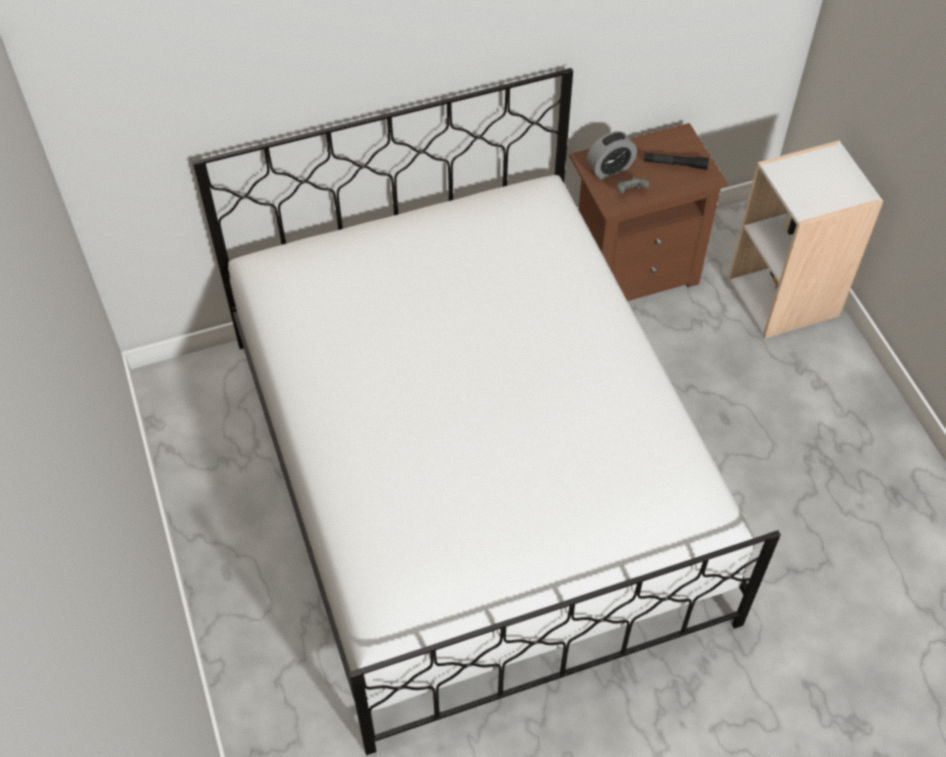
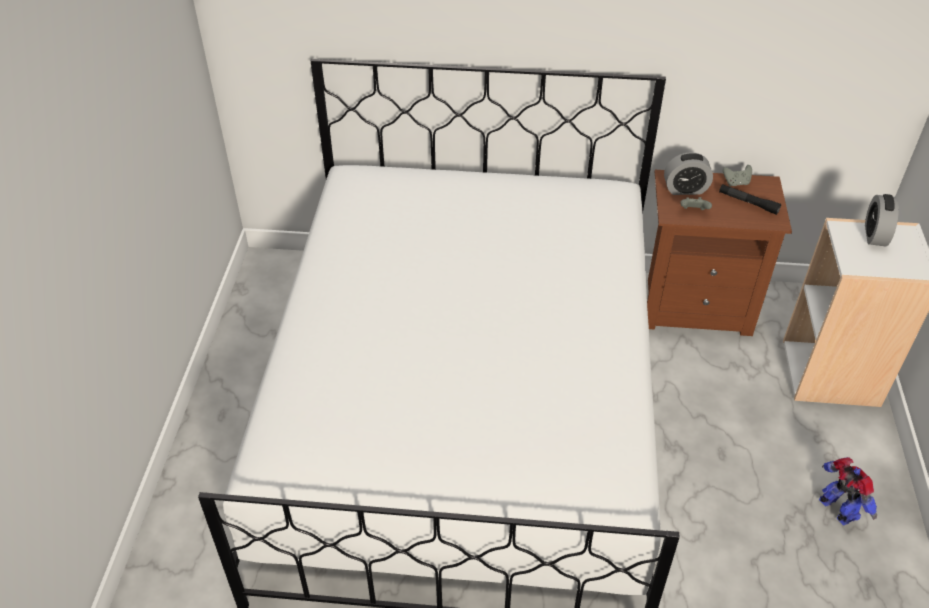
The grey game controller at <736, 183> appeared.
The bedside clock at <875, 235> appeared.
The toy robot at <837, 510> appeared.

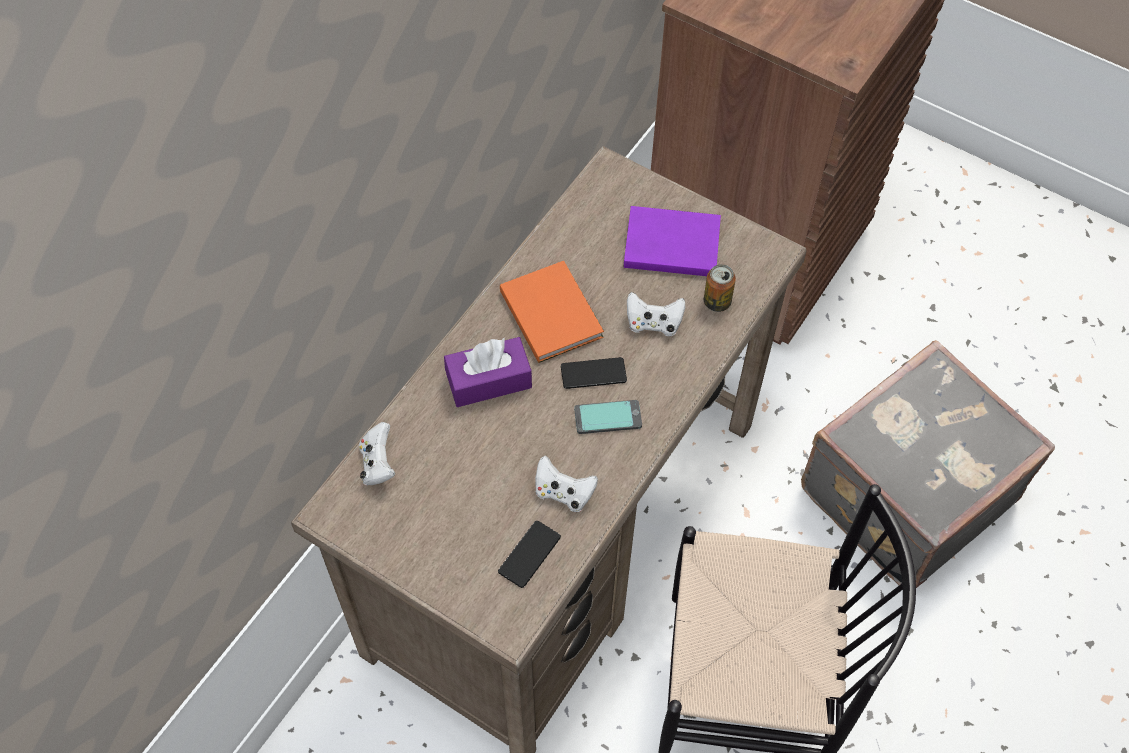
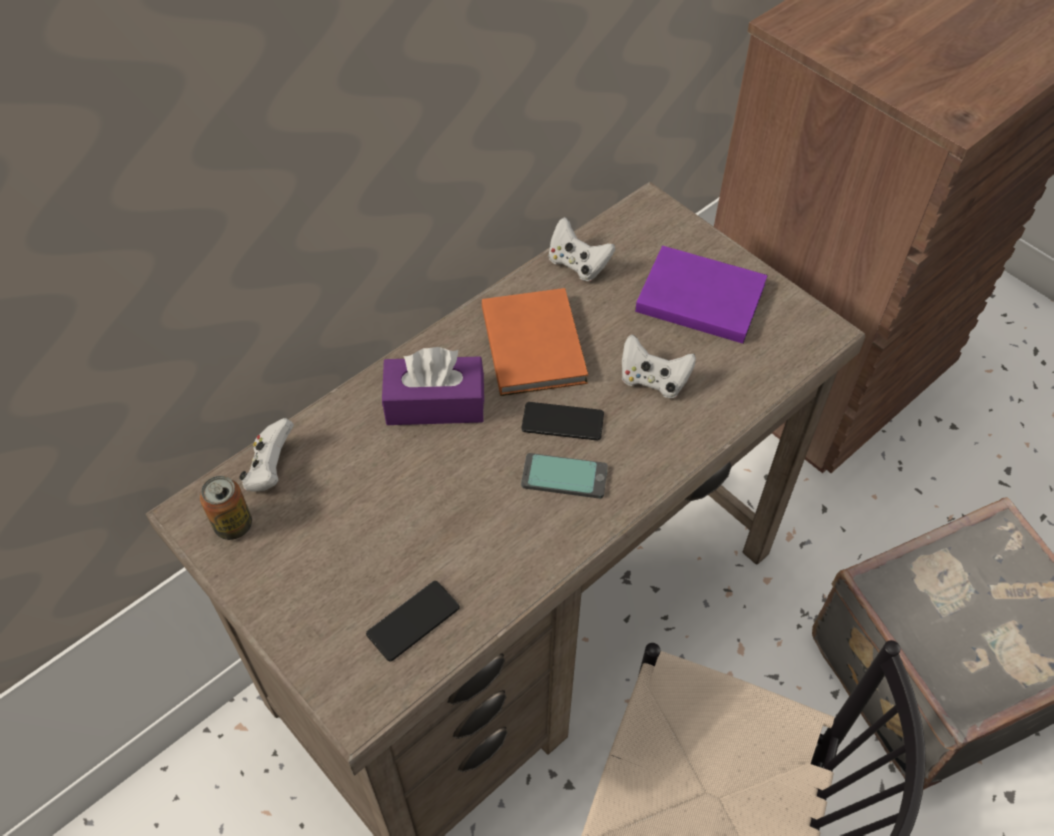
The metal can moved from <717, 302> to <233, 525>.
The white game controller moved from <563, 493> to <577, 264>.

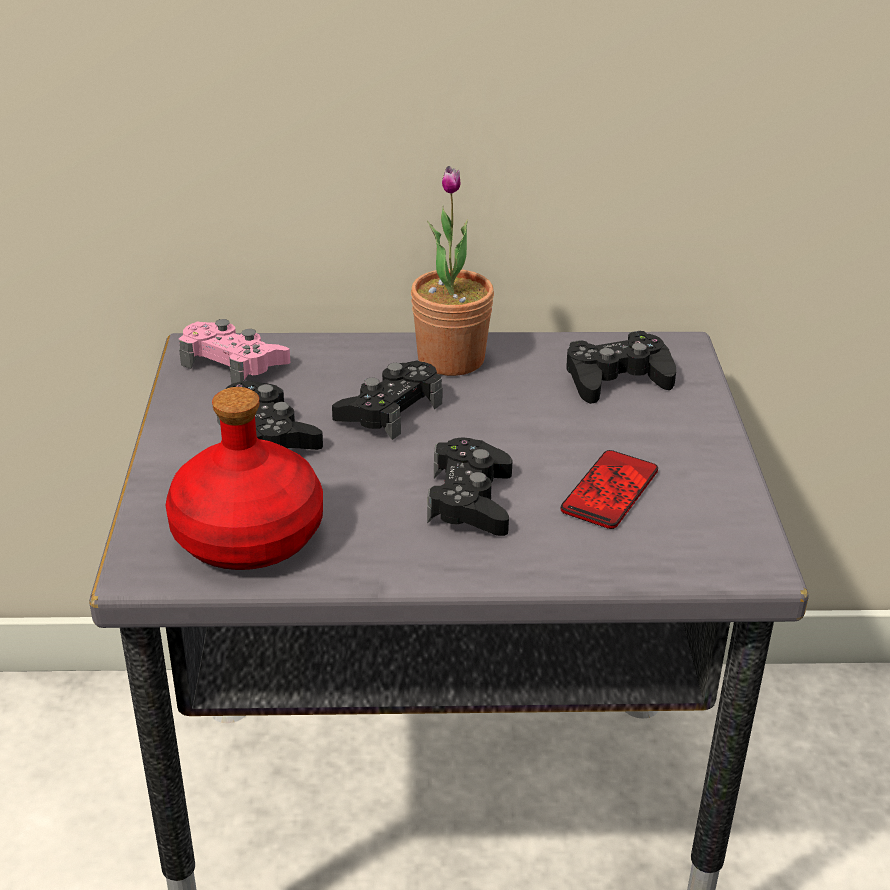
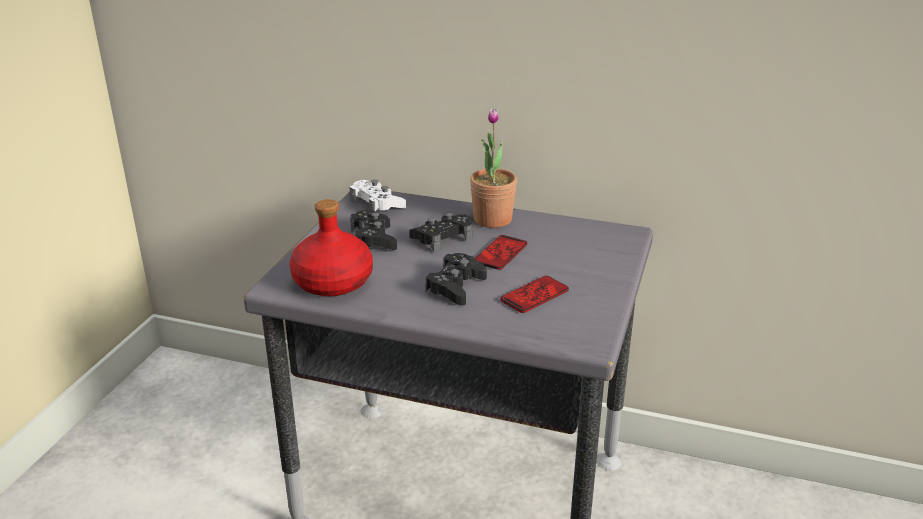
The pink game controller at <234, 363> became the white game controller at <377, 204>.
The blackish game controller at <616, 379> disappeared.
The handset at <500, 253> appeared.

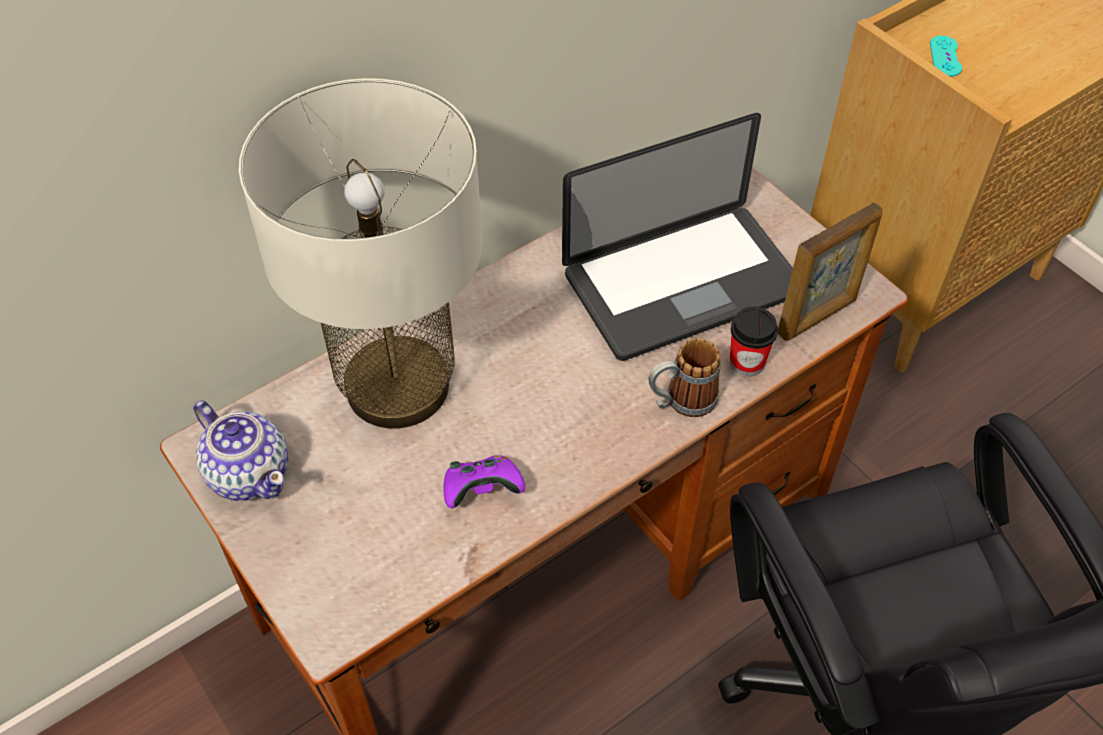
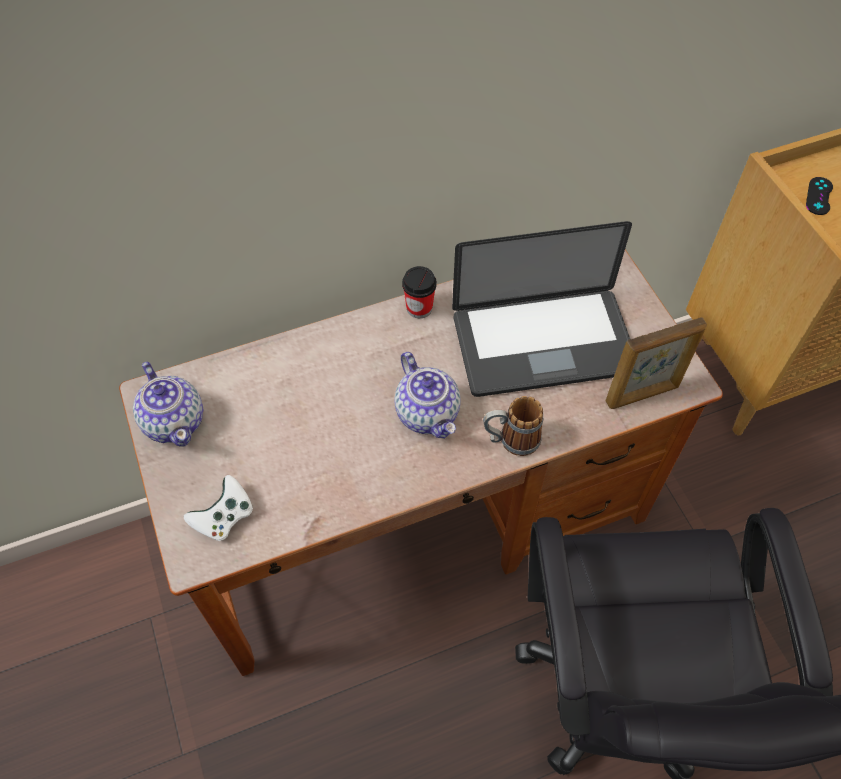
The blue-green game controller at <945, 56> became the blackish game controller at <819, 196>.
The tabletop lamp at <397, 386> disappeared.
The small cup moved from <747, 362> to <419, 308>.
The purple game controller at <482, 491> disappeared.
The pot for tea at <428, 413> appeared.
The white game controller at <224, 517> appeared.

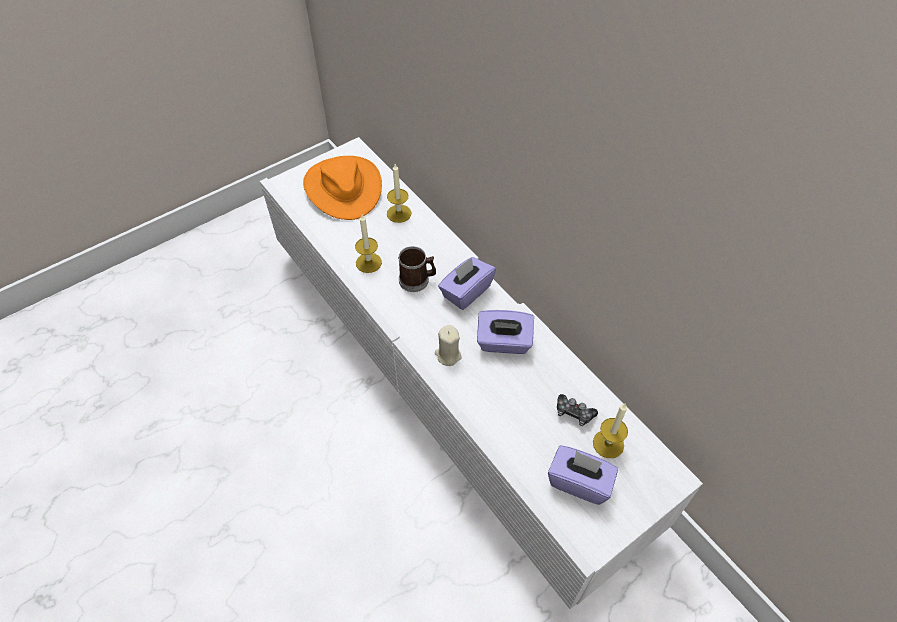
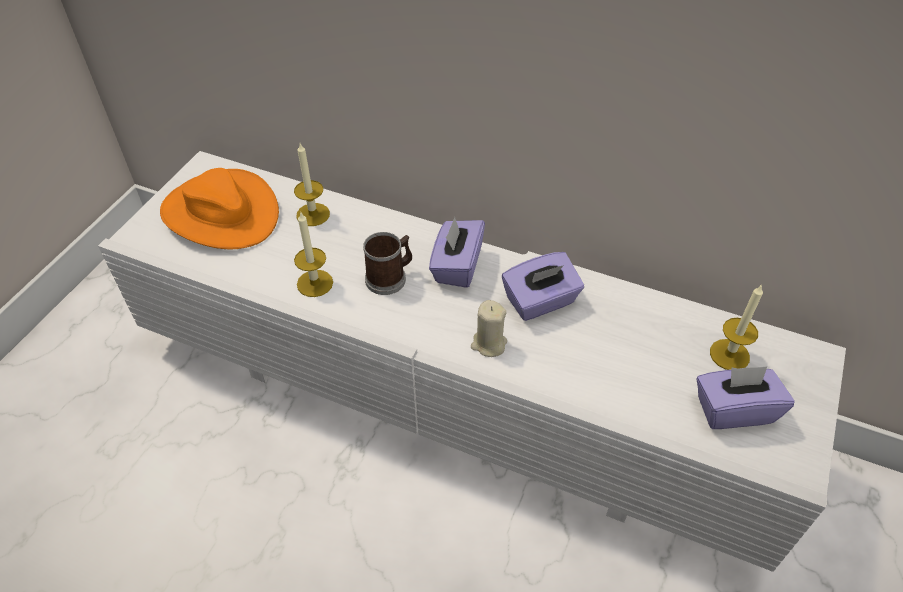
The game controller at <574, 413> disappeared.

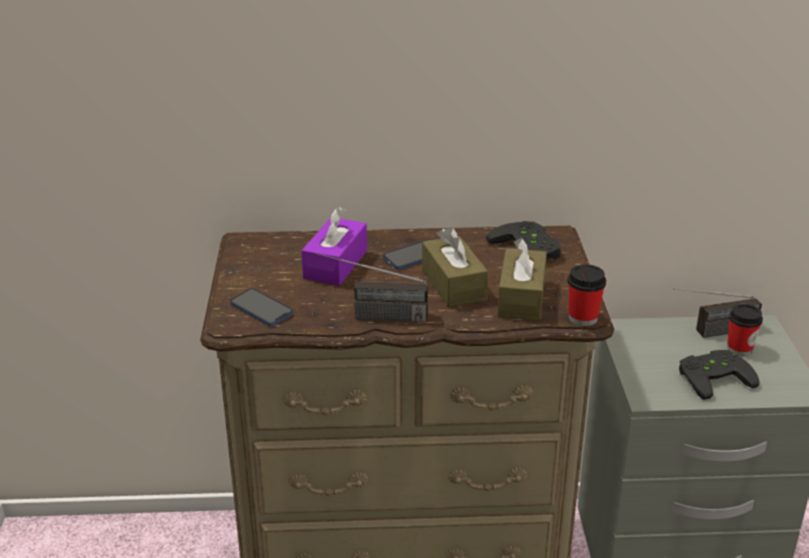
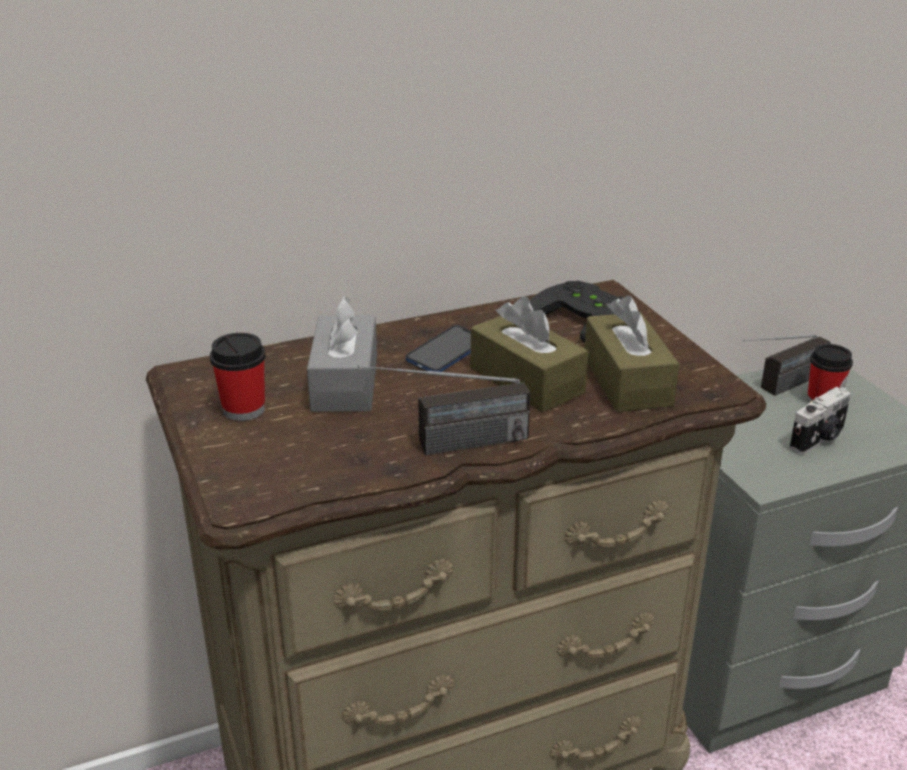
The purple box of tissues at <335, 264> became the grey box of tissues at <345, 382>.
The small cup moved from <582, 318> to <244, 409>.
The handset at <261, 309> disappeared.
The blackish game controller at <713, 376> was replaced by the photo camera at <818, 440>.

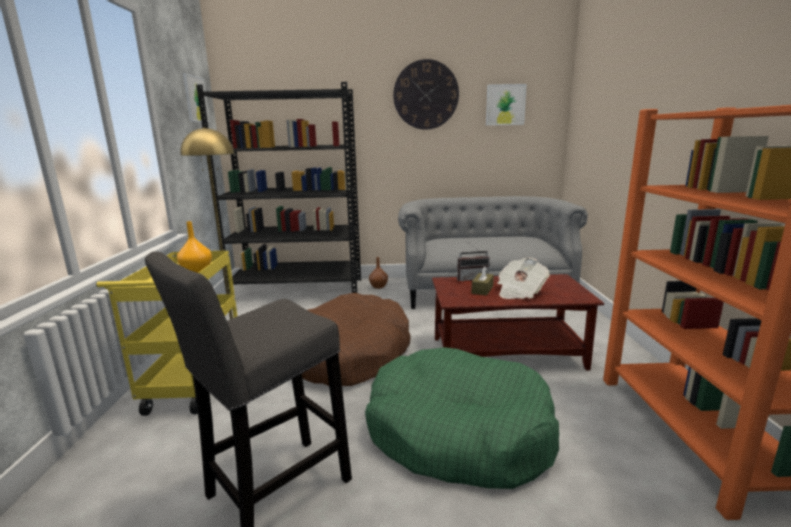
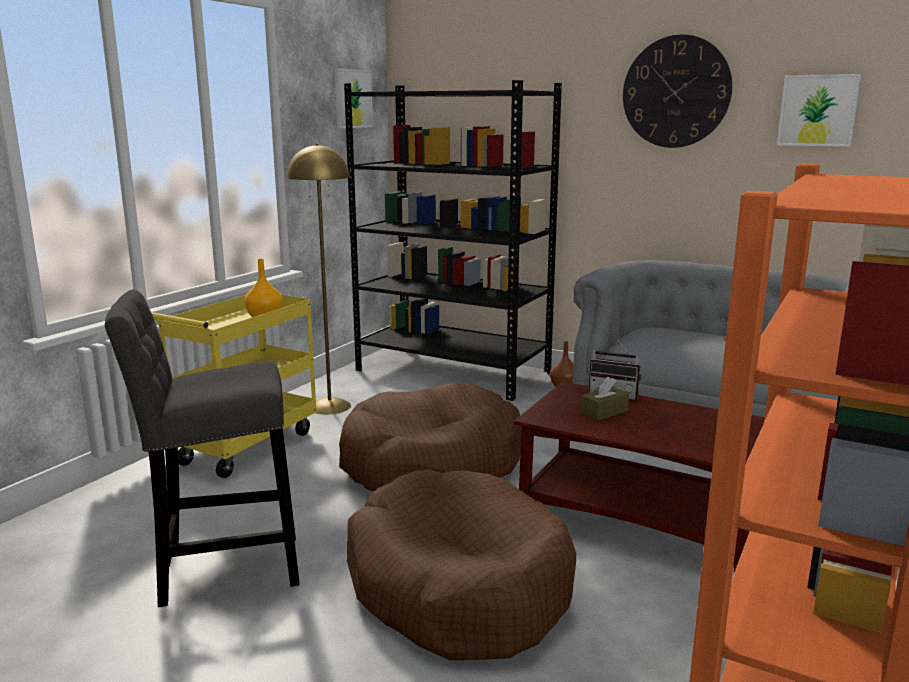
The newspaper at <519, 292> disappeared.
The green dog cushion at <458, 432> became the brown dog cushion at <457, 586>.

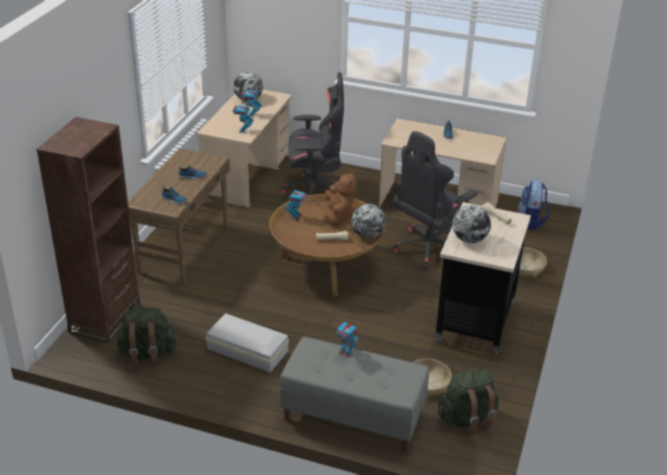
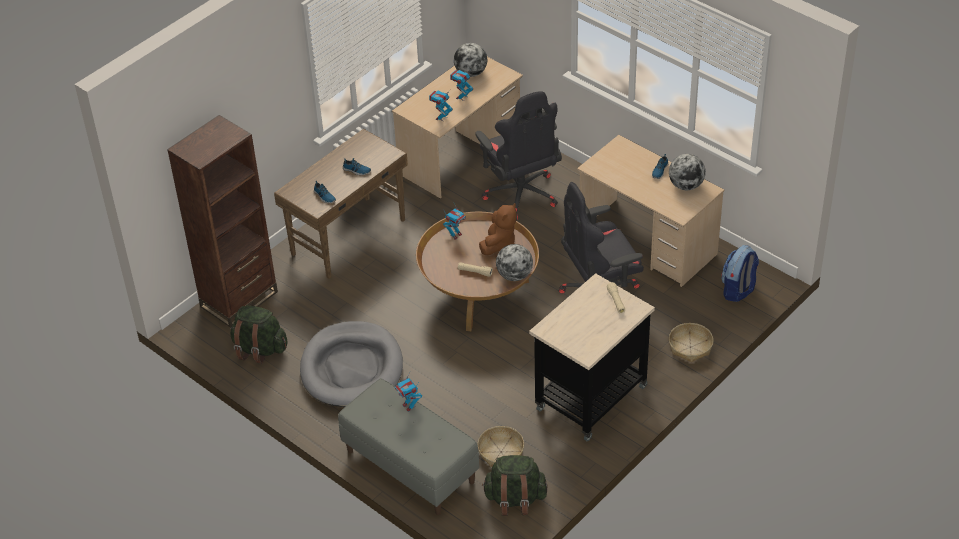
The blackish computer chair at <314, 192> turned 45 degrees clockwise.
The desk globe moved from <469, 239> to <686, 185>.
The white storage box at <247, 349> was replaced by the grey dog cushion at <352, 368>.

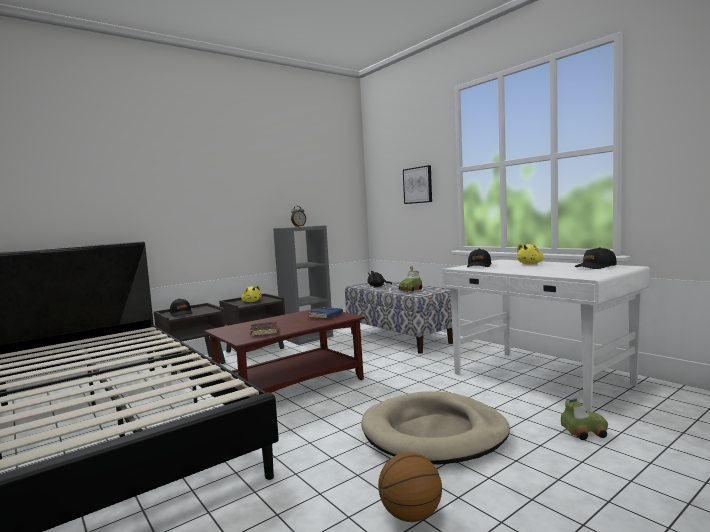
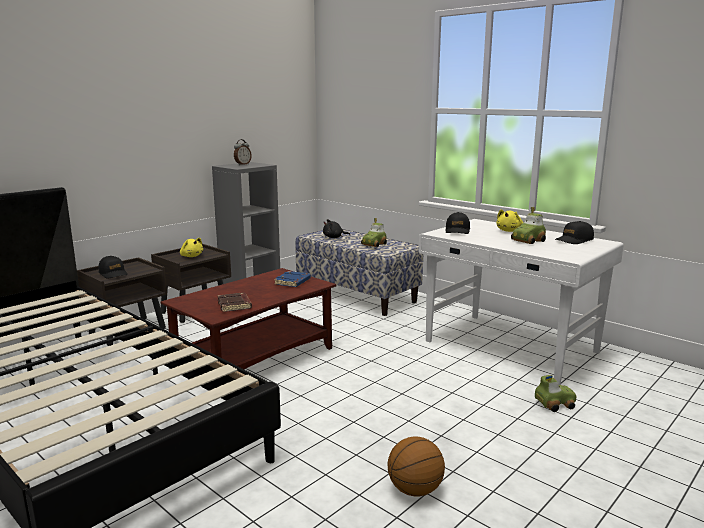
The picture at <418, 185> disappeared.
The beige dog cushion at <434, 433> disappeared.
The miniature car at <528, 241> appeared.

